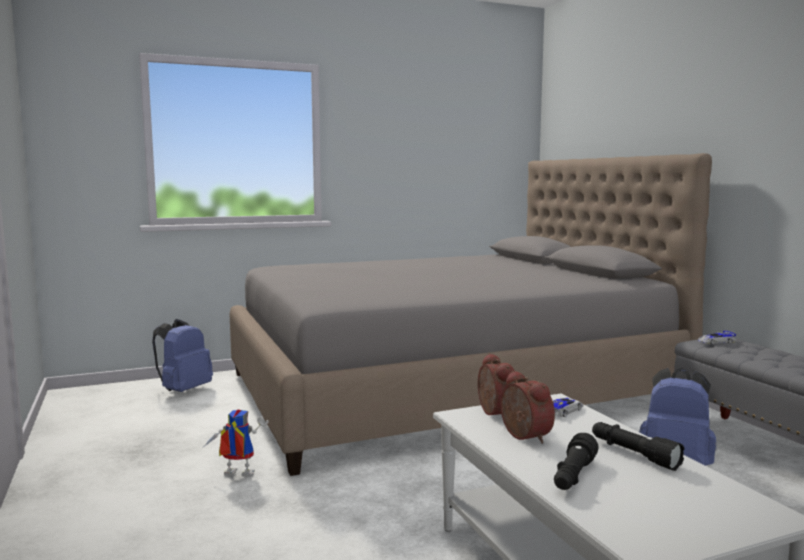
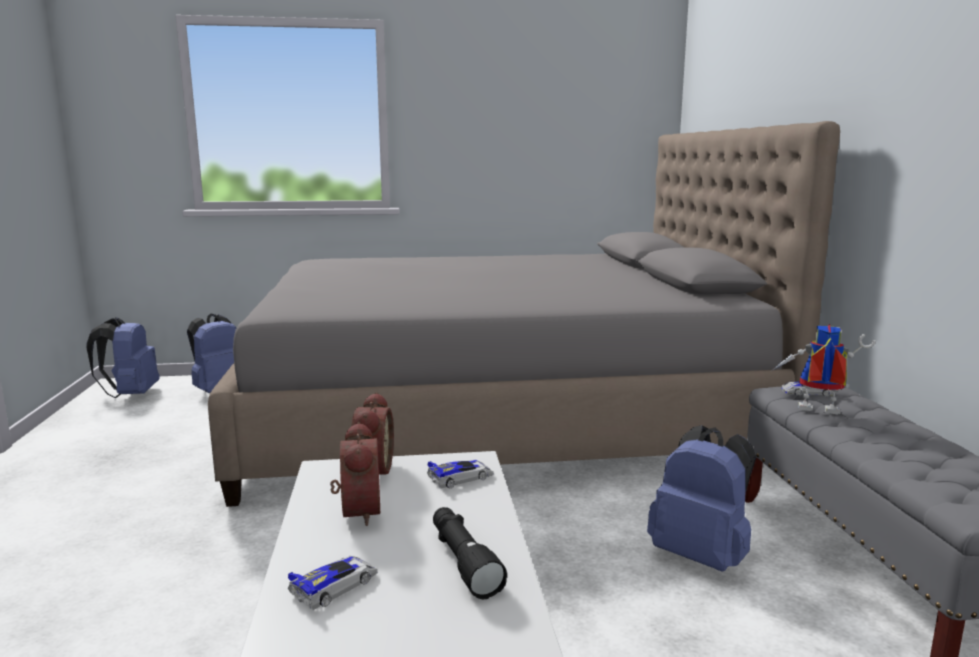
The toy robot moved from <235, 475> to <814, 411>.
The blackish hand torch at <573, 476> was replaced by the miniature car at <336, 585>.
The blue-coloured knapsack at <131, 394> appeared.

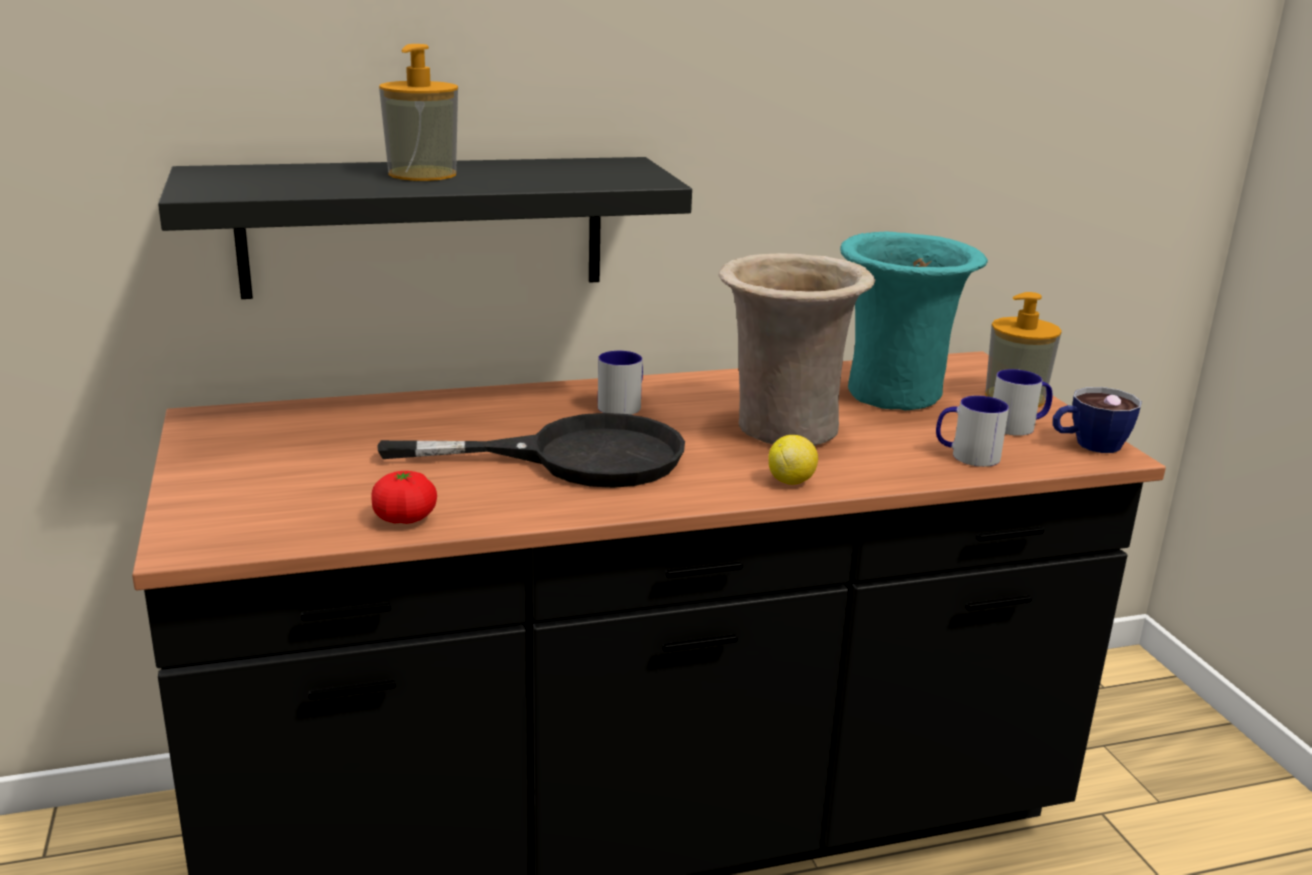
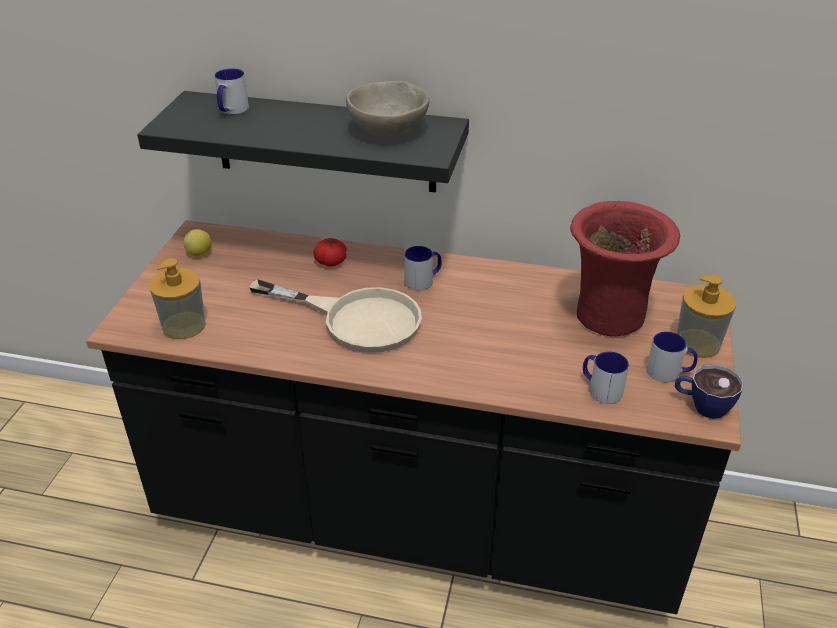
The soap dispenser moved from <422, 174> to <184, 325>.
The blue-green vase at <897, 396> became the red vase at <610, 319>.
The beige vase at <782, 430> disappeared.
The blackish skillet at <576, 457> became the beige skillet at <356, 319>.
The lemon moved from <791, 481> to <200, 253>.
The fresh tomato moved from <405, 518> to <331, 262>.
The tea mug at <231, 110> appeared.
The beige serving bowl at <388, 131> appeared.

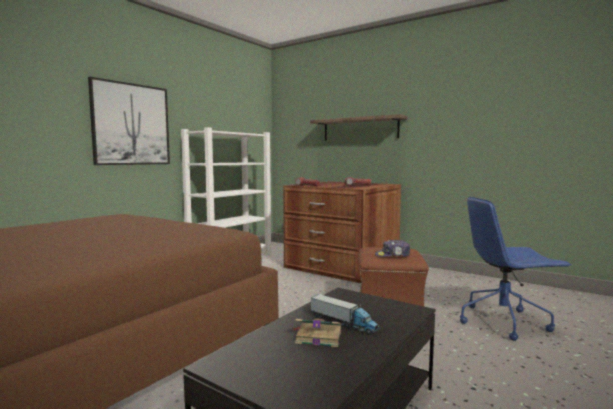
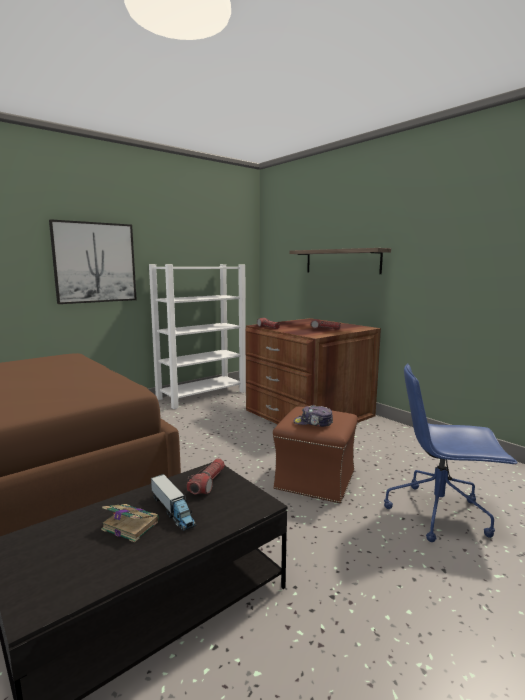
The hand torch at <207, 483> appeared.

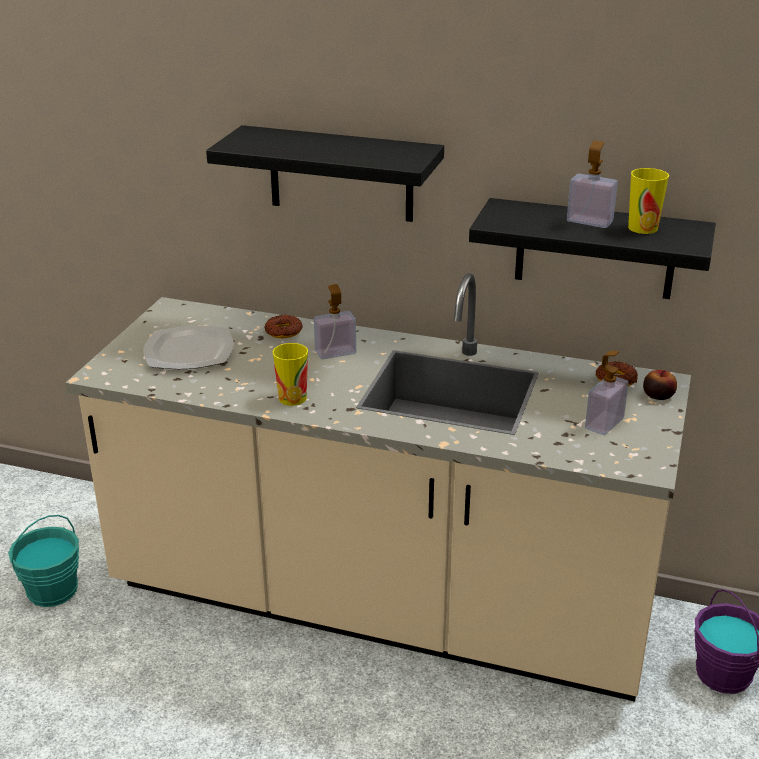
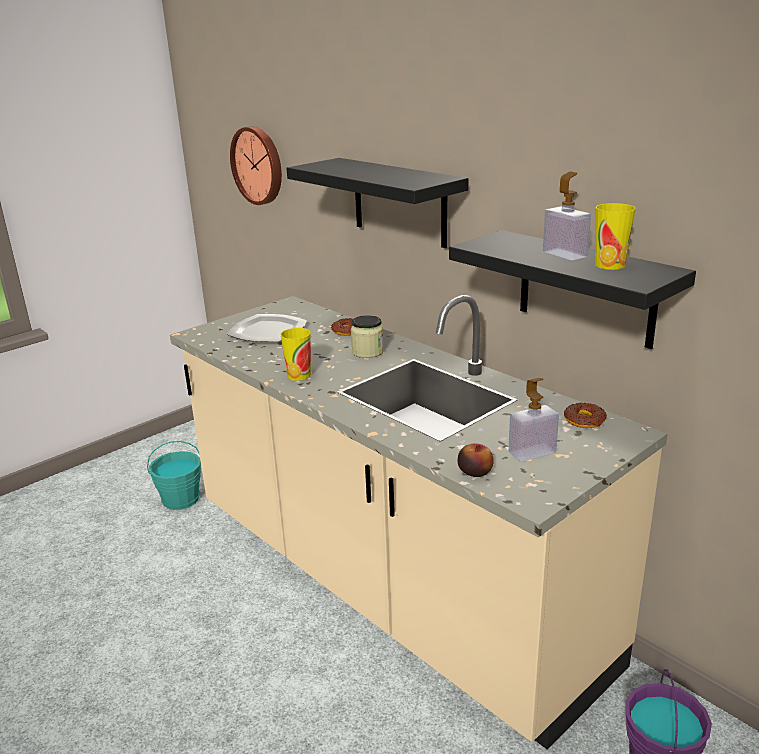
The soap dispenser at <335, 352> was replaced by the preserve jar at <367, 352>.
The whole apple moved from <658, 395> to <475, 471>.
The clock on the wall at <259, 165> appeared.

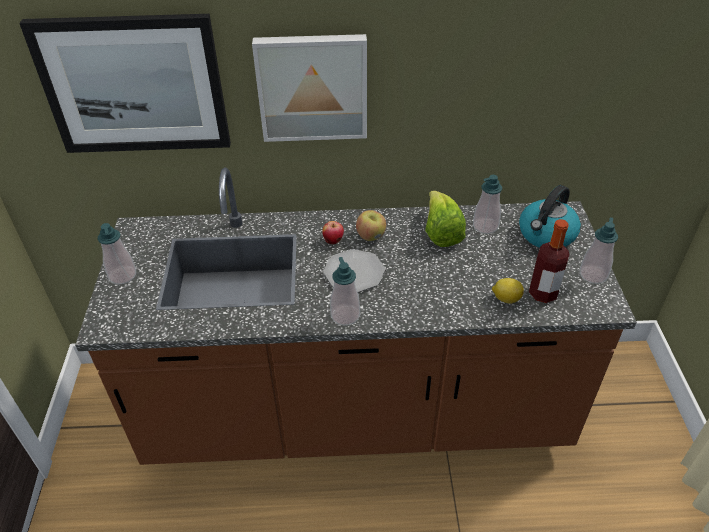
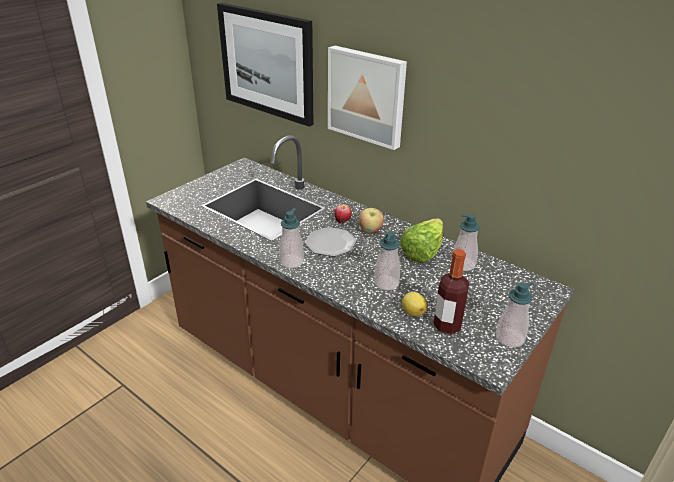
The kettle at <546, 235> disappeared.
The soap dispenser moved from <122, 275> to <386, 283>.

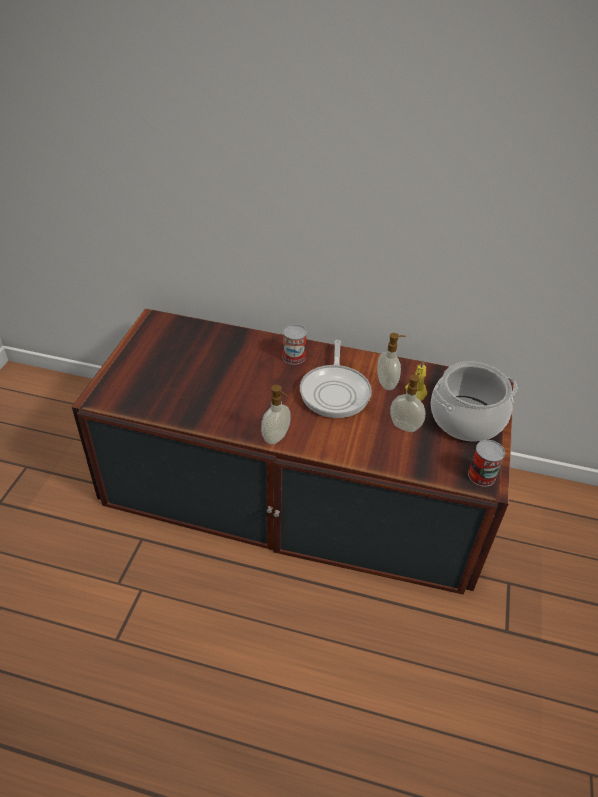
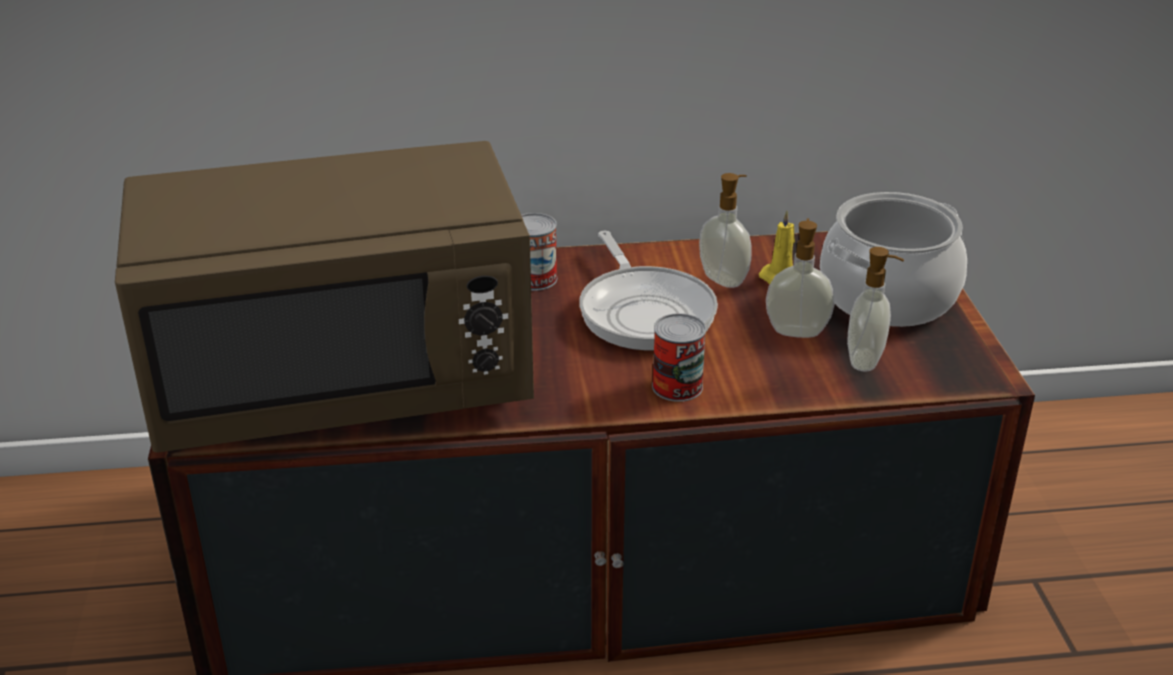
The soap dispenser moved from <276, 437> to <866, 361>.
The metal can moved from <481, 475> to <677, 386>.
The brown microwave oven at <343, 383> appeared.

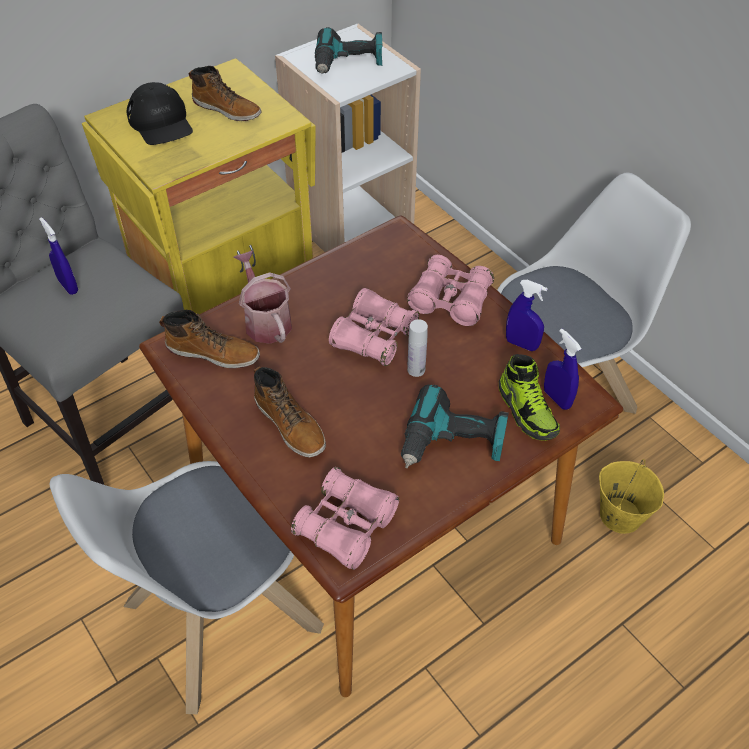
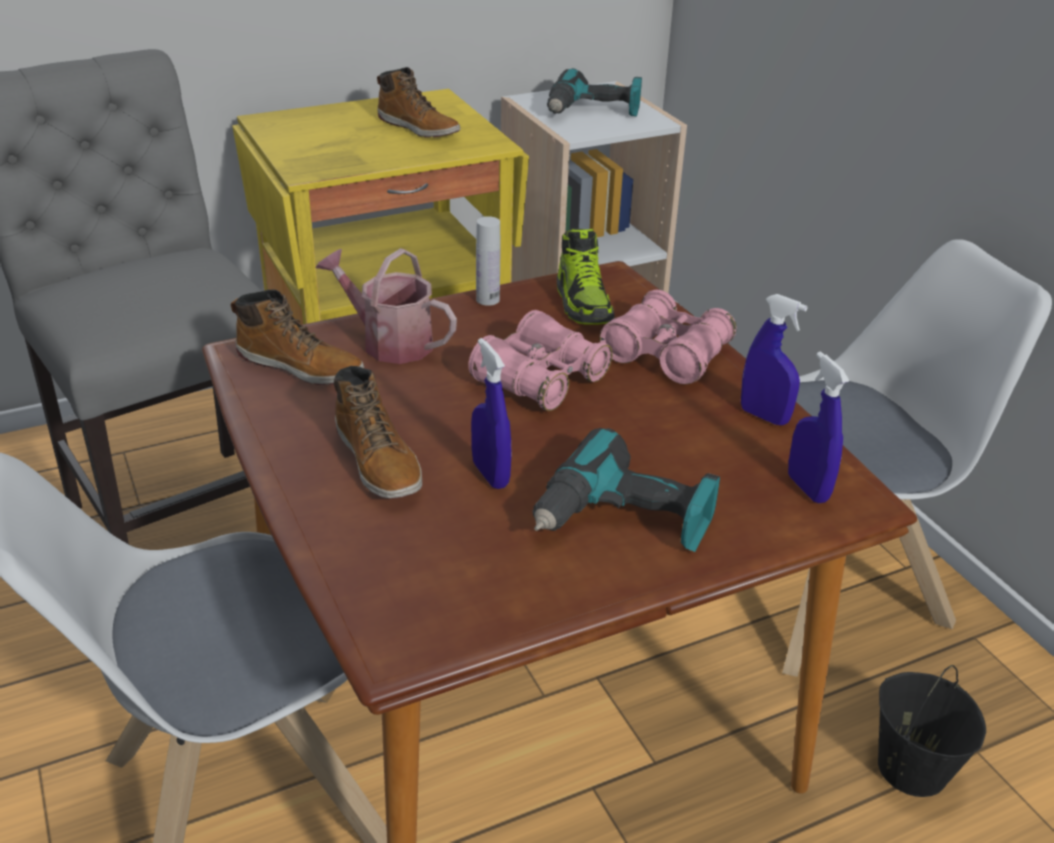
The blackish baseball cap at <161, 123> disappeared.
The blue-coloured spray bottle moved from <68, 286> to <490, 474>.
The sprinkling can at <265, 320> turned 45 degrees counterclockwise.
The white bottle moved from <416, 370> to <487, 299>.
The item of footwear moved from <527, 411> to <583, 303>.
The yellowish pail at <619, 515> became the blackish pail at <910, 768>.
The pink pair of binoculars at <346, 525> disappeared.

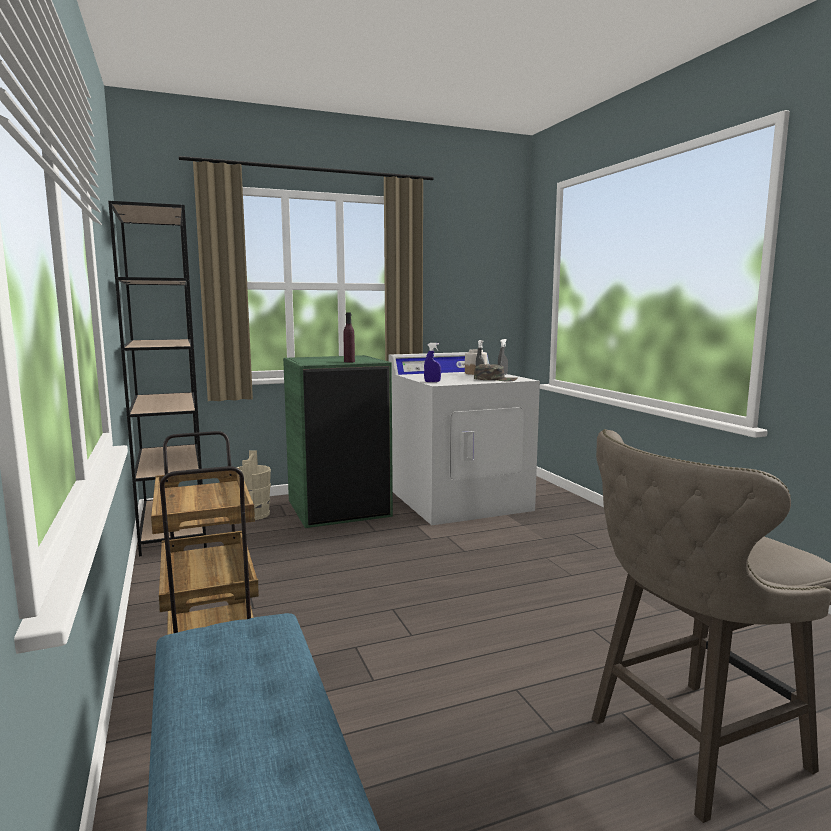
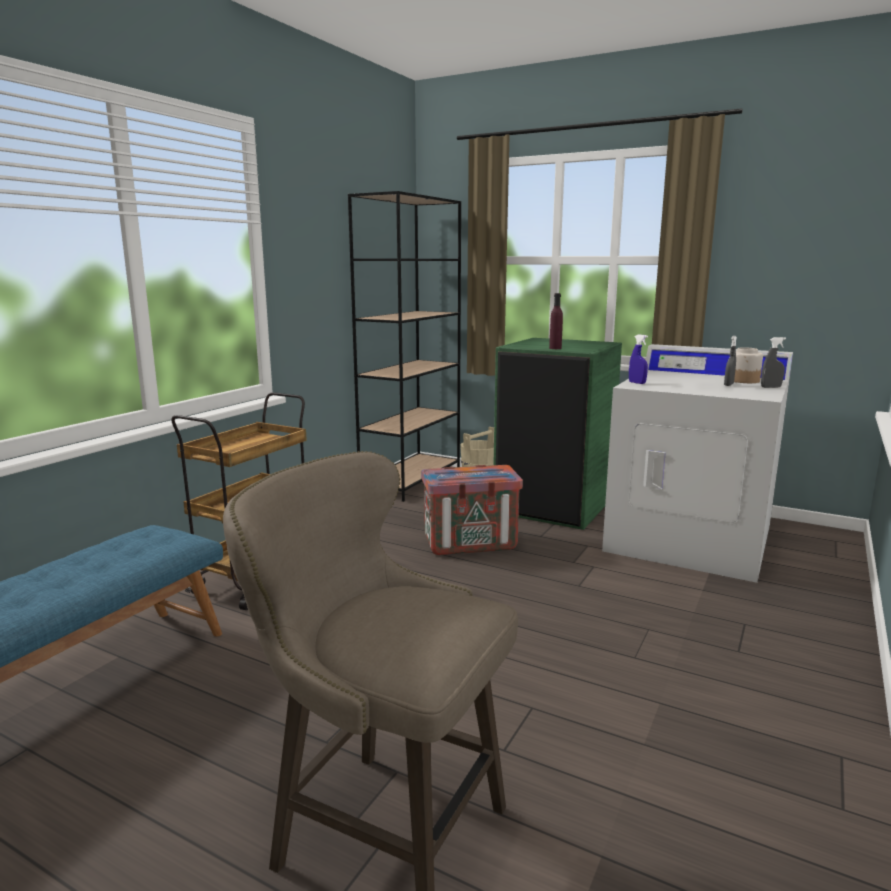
The green baseball cap at <495, 379> disappeared.
The packing crate at <471, 543> appeared.

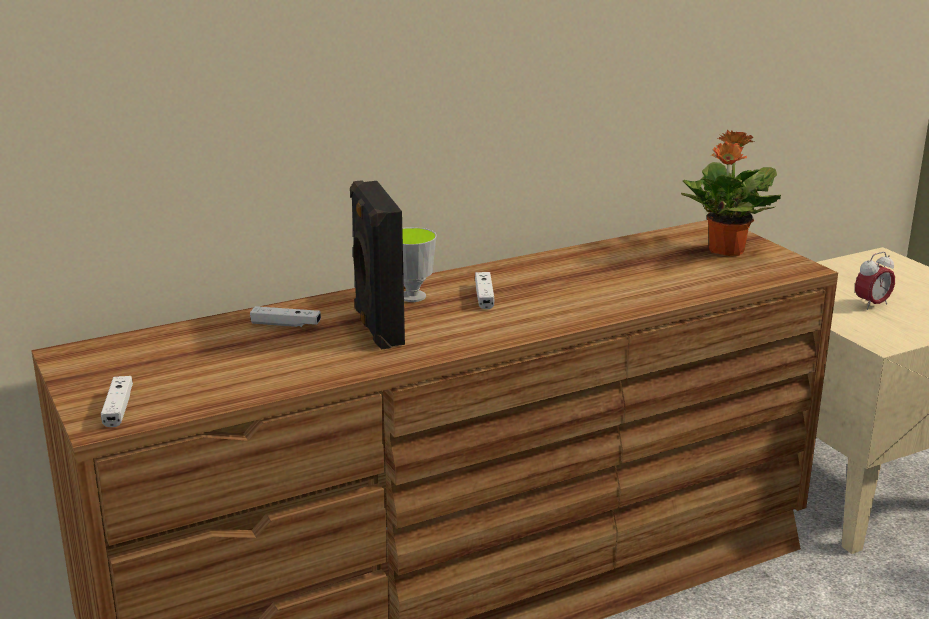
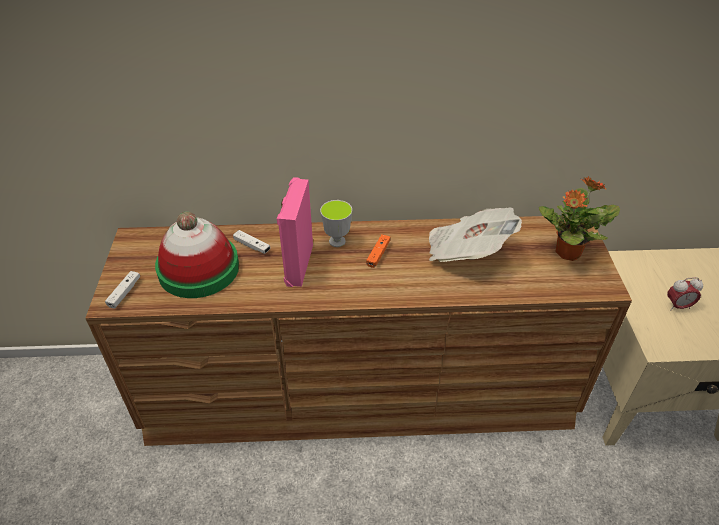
The blackish audio speaker at <377, 327> became the pink audio speaker at <297, 265>.
The white game controller at <484, 296> became the orange game controller at <378, 254>.
The newspaper at <466, 251> appeared.
The hat at <199, 269> appeared.

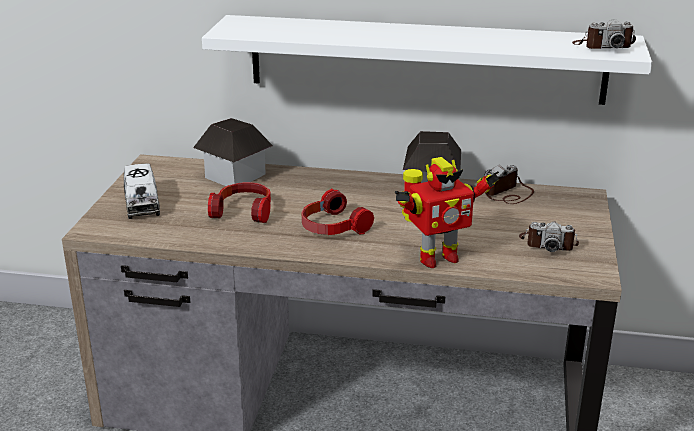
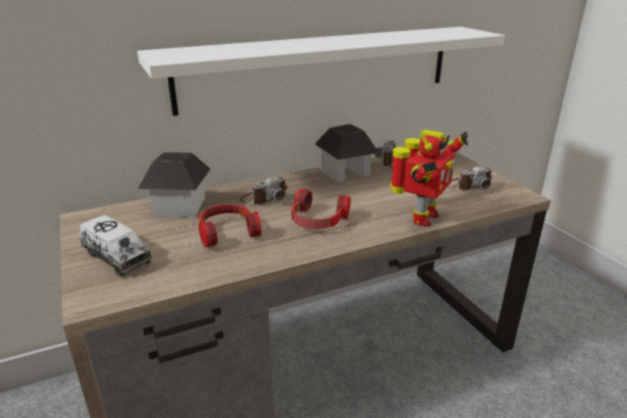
The photo camera moved from <603, 46> to <264, 198>.

